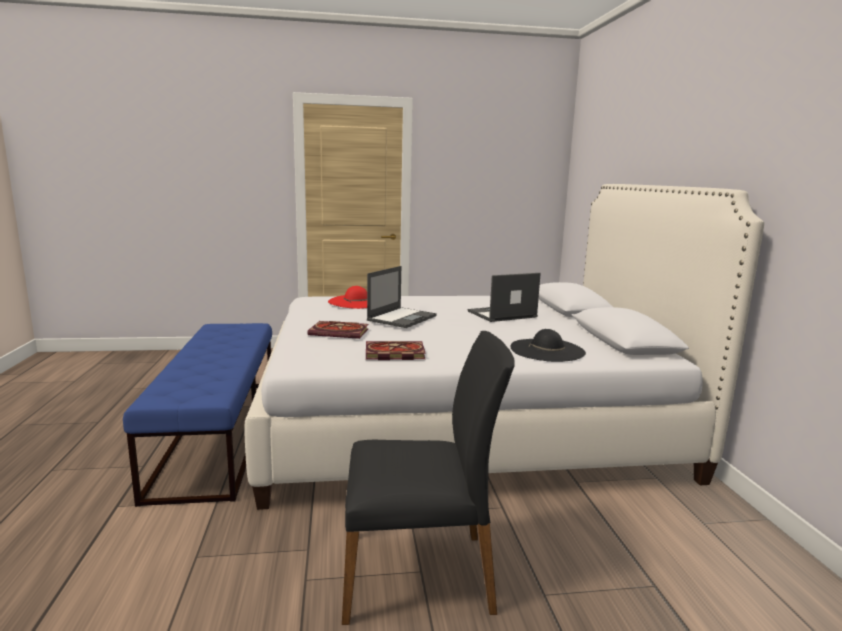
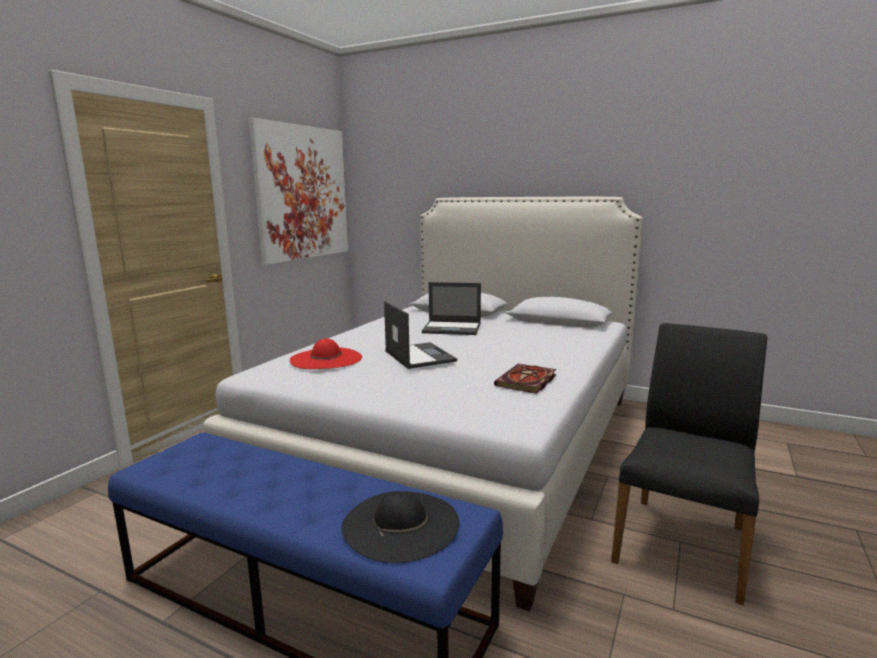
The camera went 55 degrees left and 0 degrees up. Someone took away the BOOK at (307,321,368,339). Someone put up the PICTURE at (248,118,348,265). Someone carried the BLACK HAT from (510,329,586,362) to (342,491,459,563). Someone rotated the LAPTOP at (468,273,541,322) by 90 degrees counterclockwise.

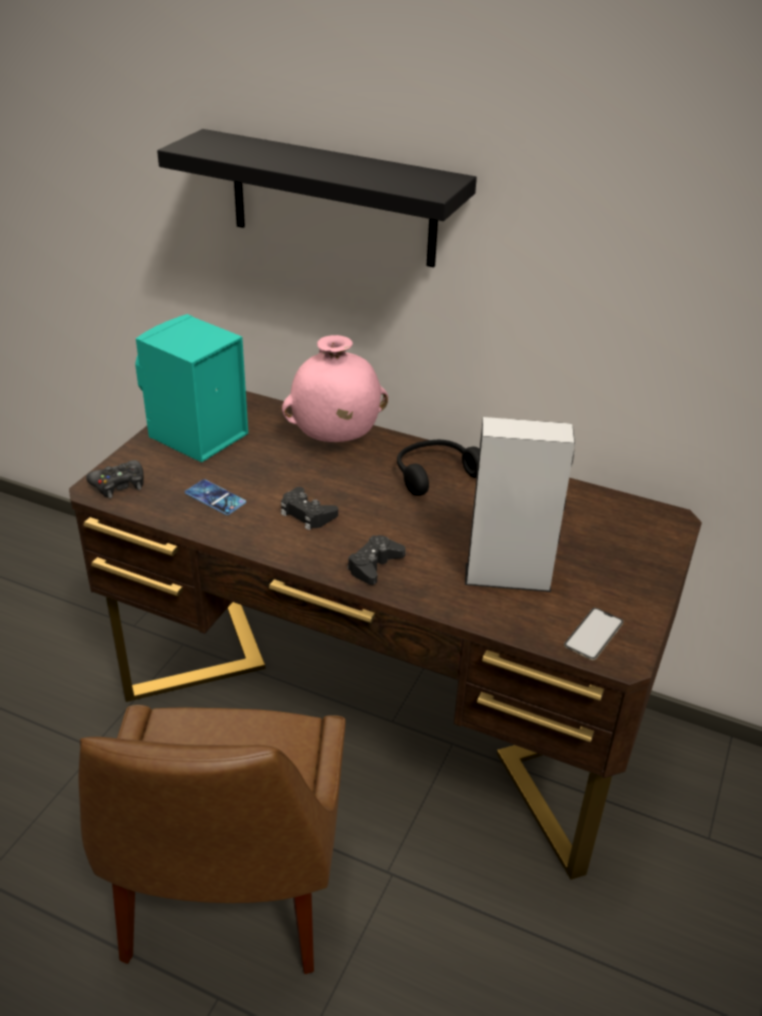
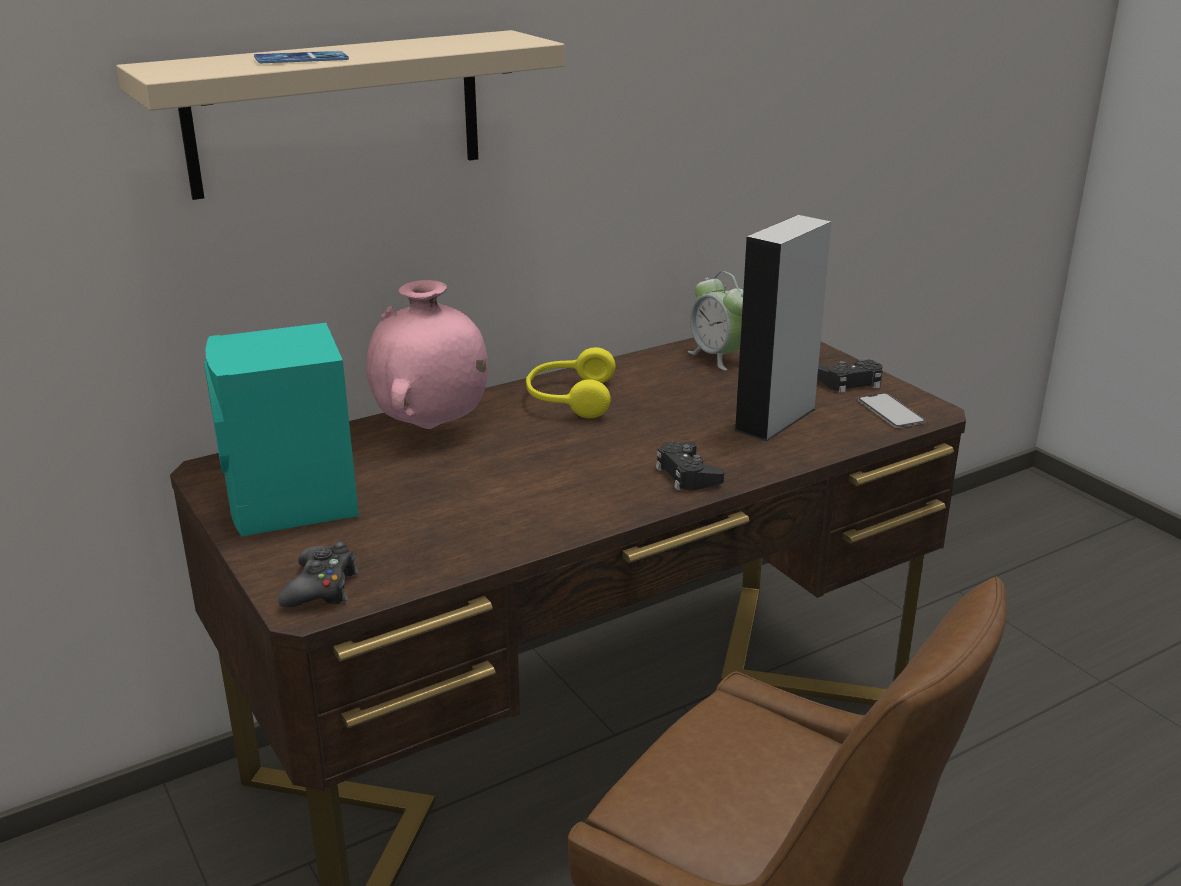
The camera went 55 degrees left and 10 degrees down. Someone put down the ALARM CLOCK at (688,271,743,371). Someone carried the PHONE from (185,479,246,515) to (254,51,349,63). Someone carried the BLACK GAME CONTROLLER from (281,487,338,530) to (817,359,882,393). Someone repainted the BLACK SHELF at (157,129,477,267), which became the BEIGE SHELF at (116,30,565,200). Someone repainted the BLACK HEADPHONES at (397,440,479,496), which became the YELLOW HEADPHONES at (526,347,615,418).

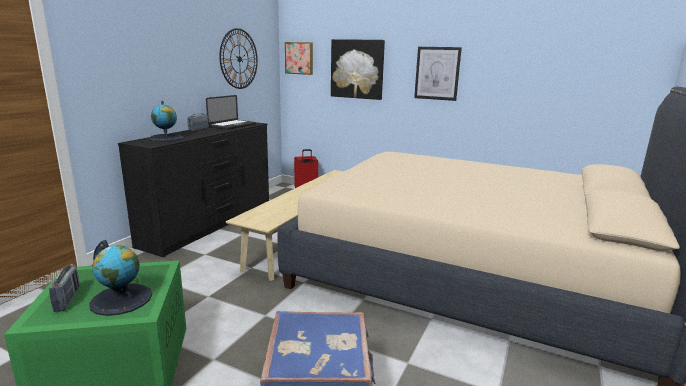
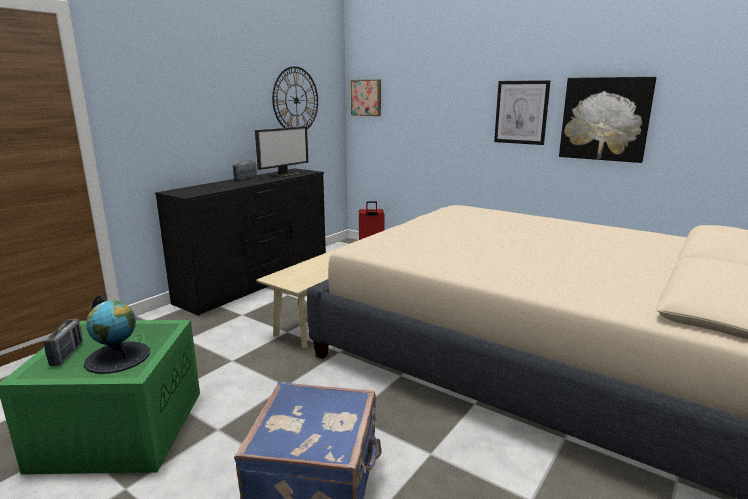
The camera went 10 degrees right and 0 degrees up. Someone took away the GLOBE at (148,101,184,142). Someone carried the PICTURE from (331,39,385,100) to (559,77,656,163). Someone swapped the LAPTOP at (206,95,256,130) for the MONITOR at (255,126,308,177).

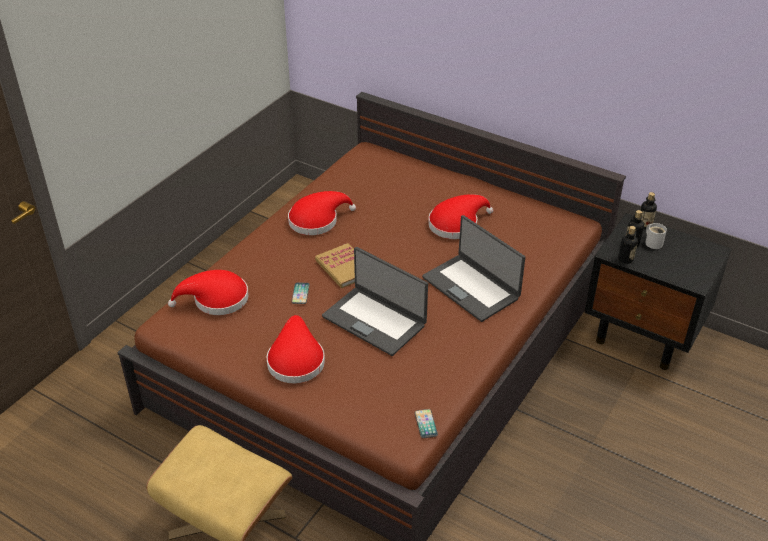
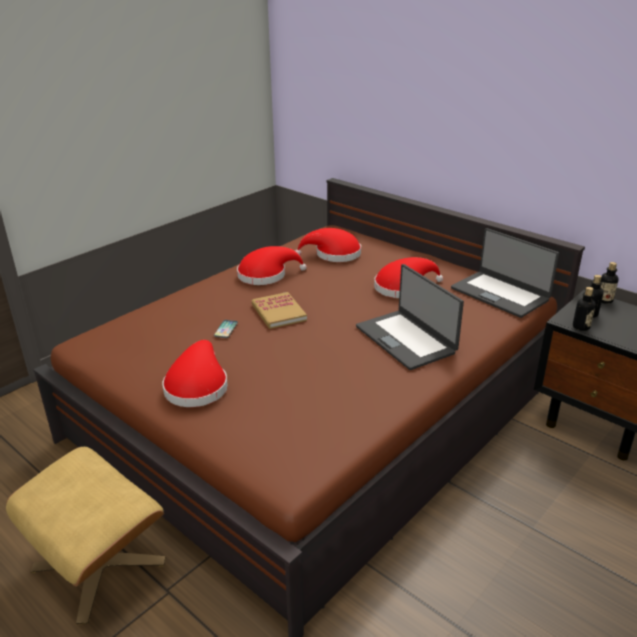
The camera went 10 degrees right and 10 degrees down. Someone took away the PHONE at (415,409,438,438). Someone took away the WHITE MUG at (645,223,667,249). Someone carried the RED HAT from (168,270,249,315) to (295,228,361,262). Someone carried the LAPTOP from (322,247,428,356) to (451,228,559,318).

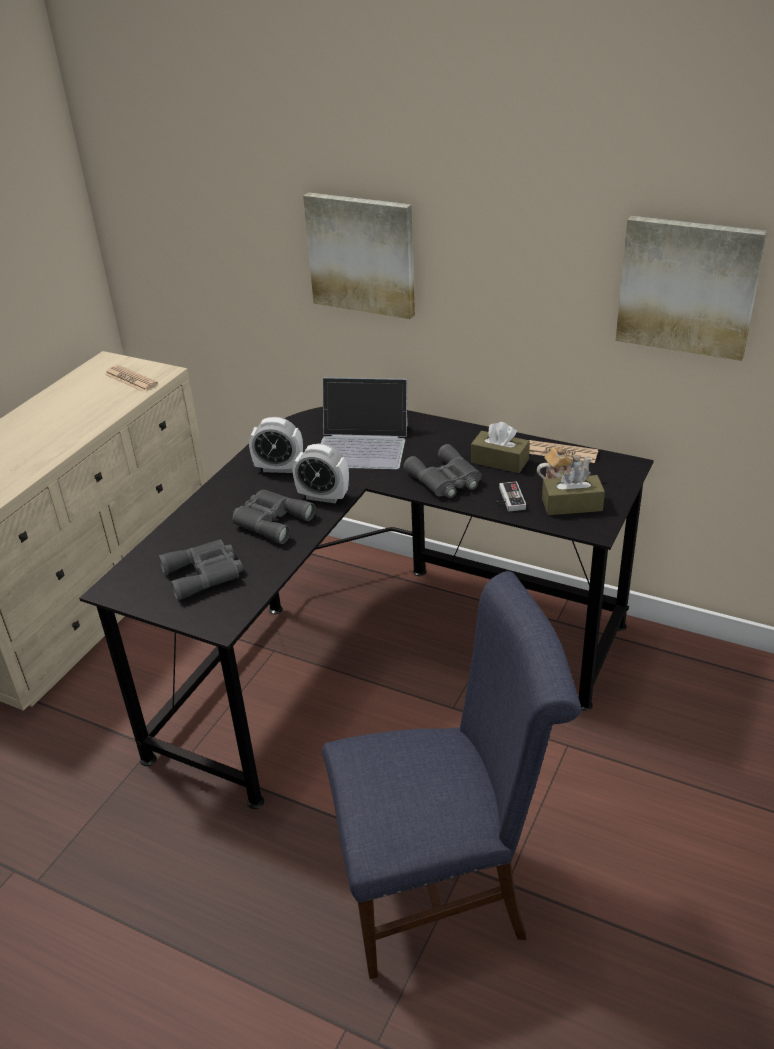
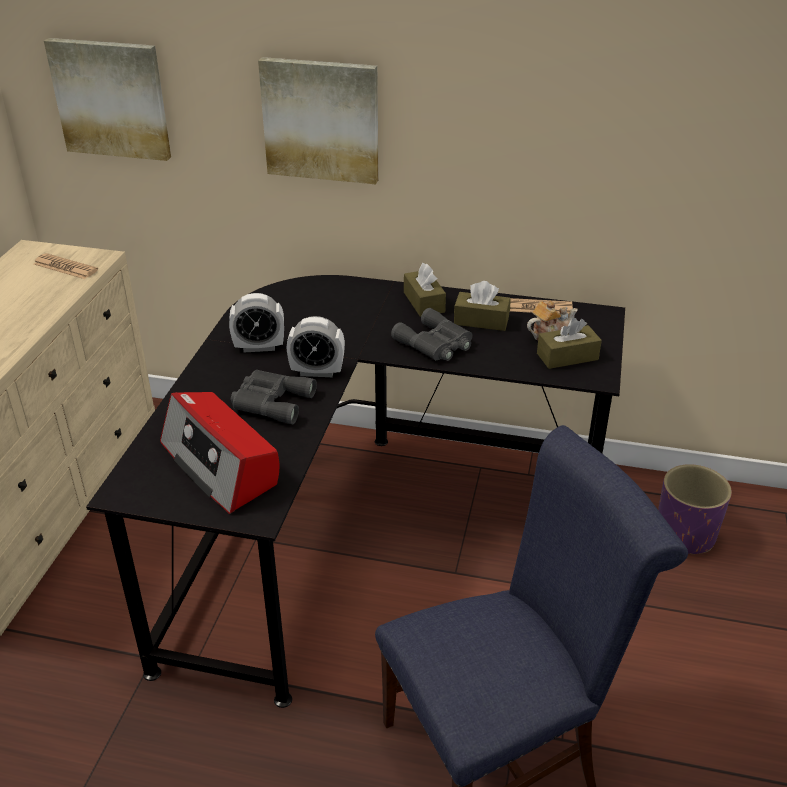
The camera went 15 degrees left and 0 degrees up. Someone took away the LAPTOP at (321,377,408,470). Someone took away the GAME CONTROLLER at (496,481,526,511). Someone put down the BROWN TISSUE BOX at (404,263,446,317). Someone put down the PURPLE PLANTER at (658,464,732,554). Someone carried the PICTURE from (616,216,767,361) to (44,38,171,161). Someone swapped the GREY BINOCULARS at (158,539,243,601) for the RADIO at (160,392,280,514).

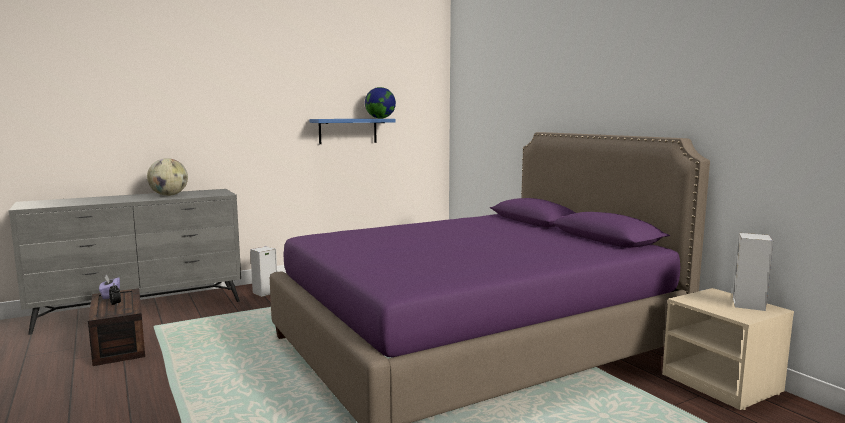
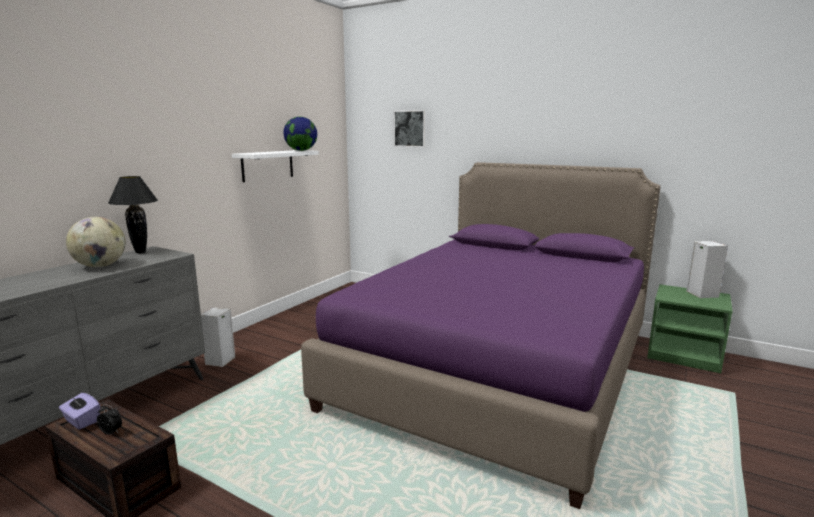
The camera went 30 degrees left and 5 degrees up. Someone put down the BLACK TABLE LAMP at (108,176,158,253). Someone put up the PICTURE at (394,110,427,147). Someone repainted the BLUE SHELF at (309,119,395,144), which became the WHITE SHELF at (232,150,319,182). Someone repainted the BEIGE NIGHTSTAND at (662,288,794,410), which became the GREEN NIGHTSTAND at (647,284,733,373).

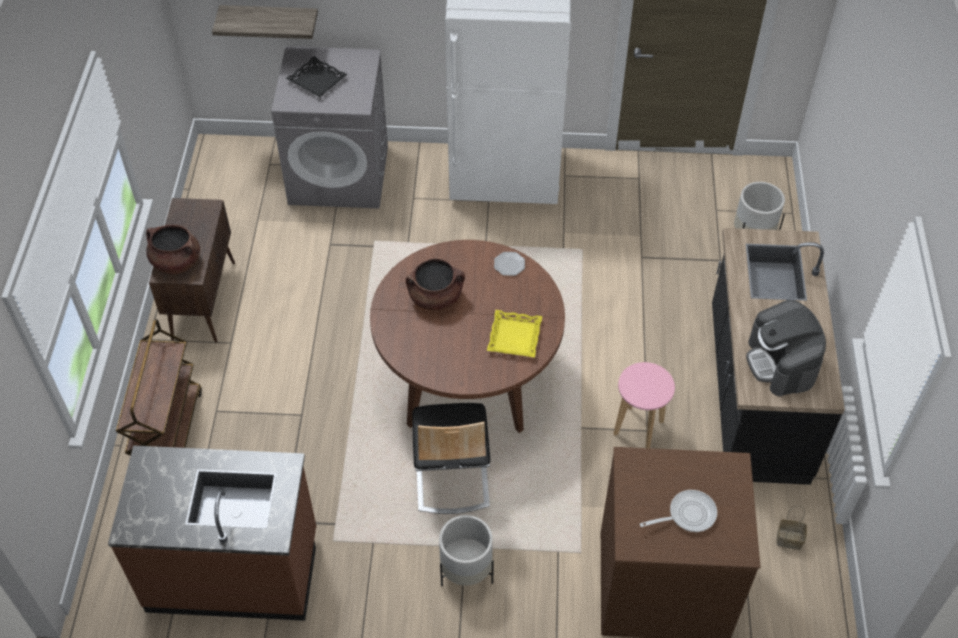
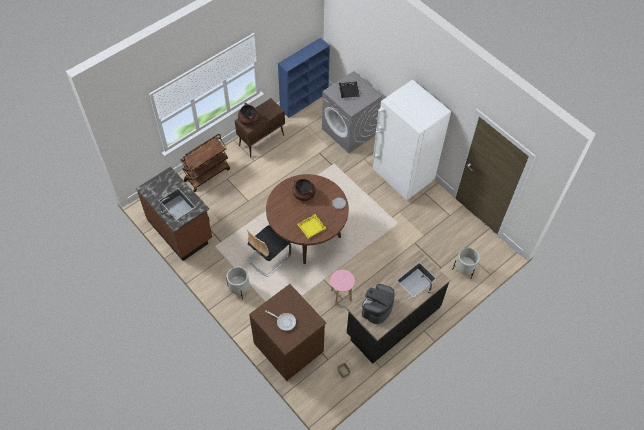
The camera went 45 degrees right and 5 degrees up. Someone took away the SHELF at (212,5,318,39). Someone put down the BLUE BOOKCASE at (278,37,330,118).

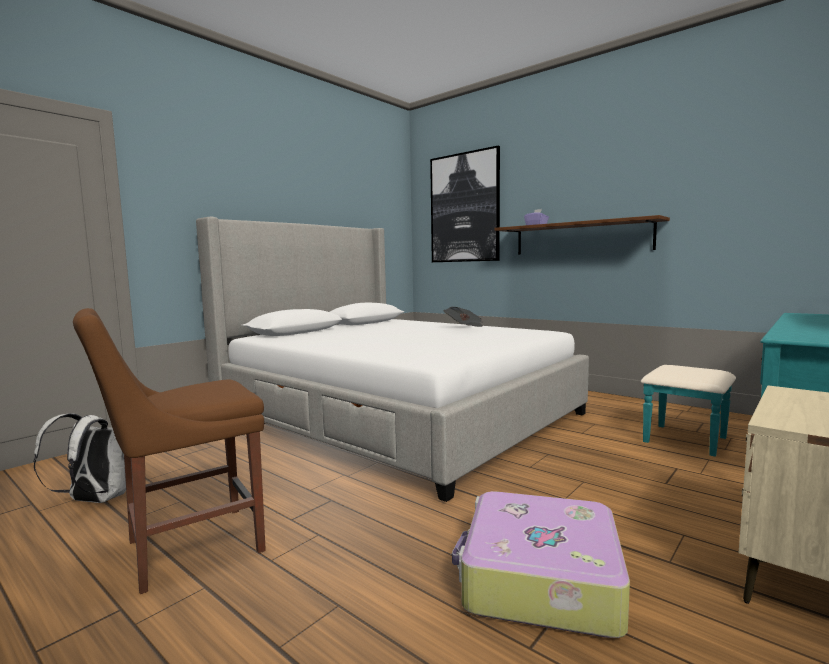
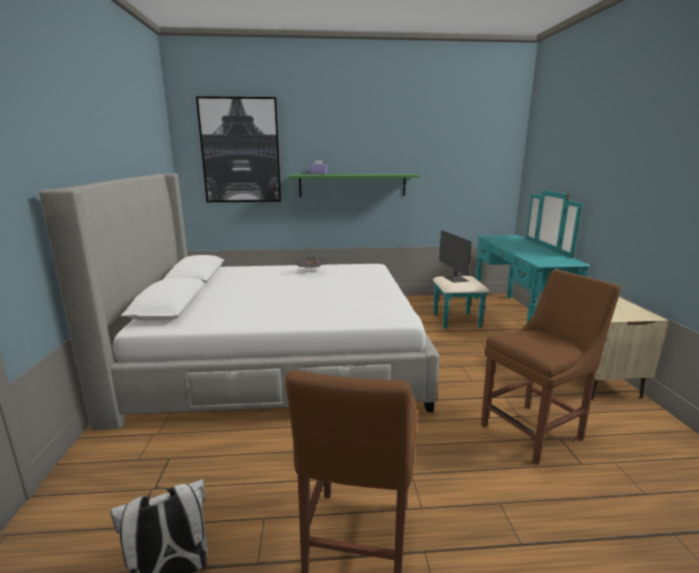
The camera went 45 degrees left and 10 degrees up. Someone put down the MONITOR at (439,230,472,283). Someone swapped the SUITCASE at (452,491,630,638) for the BROWN CHAIR at (481,269,621,465). Someone repainted the BROWN SHELF at (494,215,670,255), which became the GREEN SHELF at (289,174,420,197).

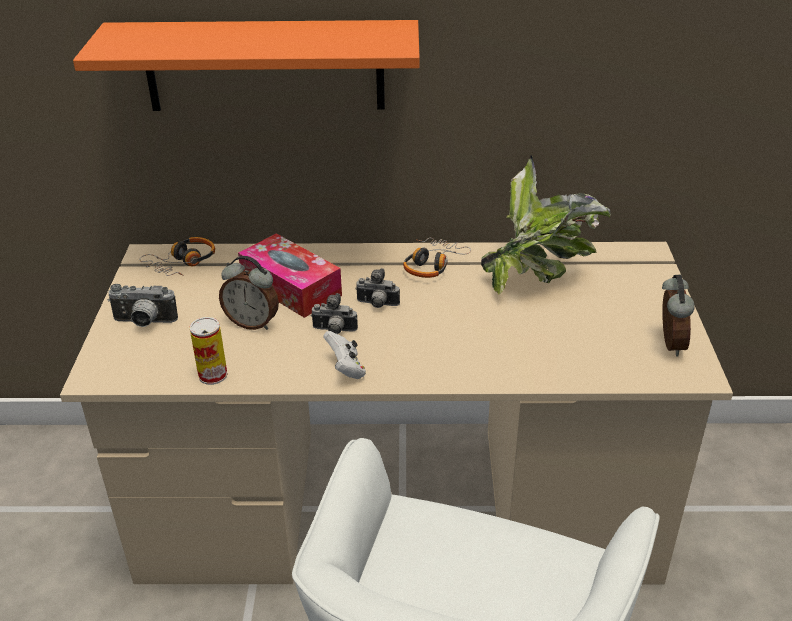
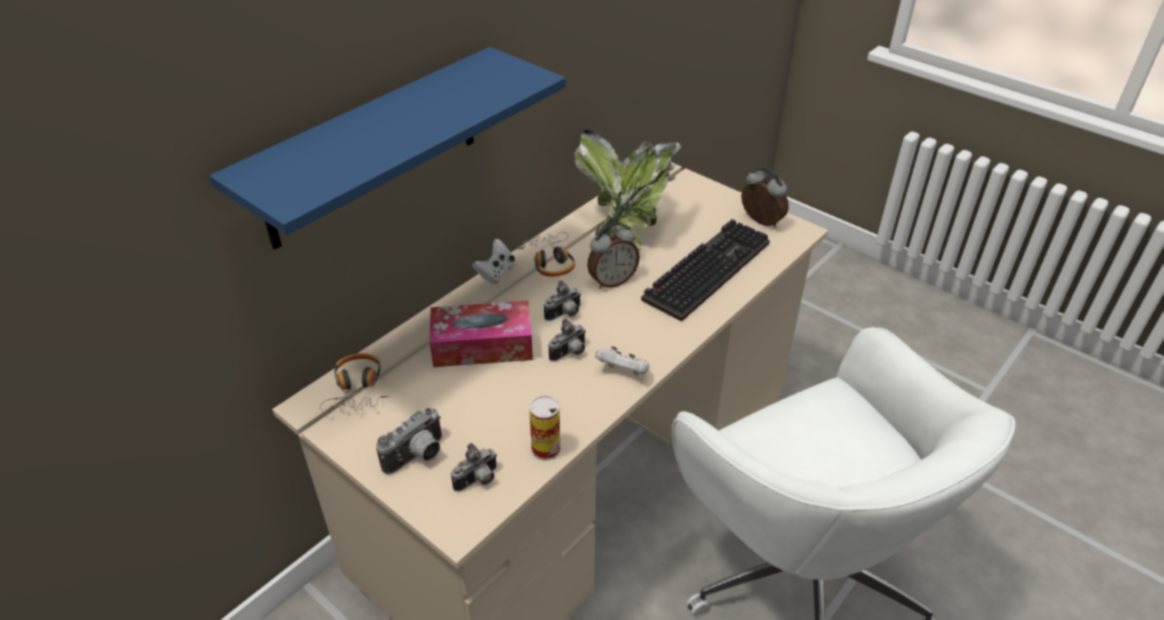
The camera went 50 degrees left and 5 degrees up. Someone put down the PHOTO CAMERA at (451,443,497,492). Someone put down the WHITE GAME CONTROLLER at (472,239,515,284). Someone put down the KEYBOARD at (641,219,770,322). Someone carried the ALARM CLOCK from (219,256,279,330) to (587,222,640,289). Someone repainted the ORANGE SHELF at (73,20,420,111), which became the BLUE SHELF at (209,47,566,250).

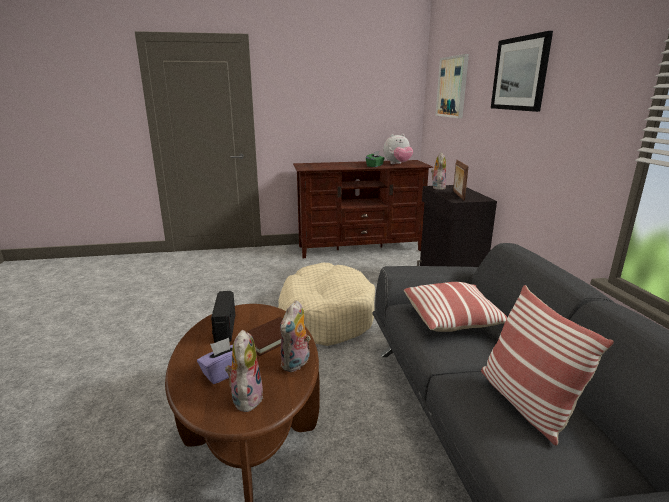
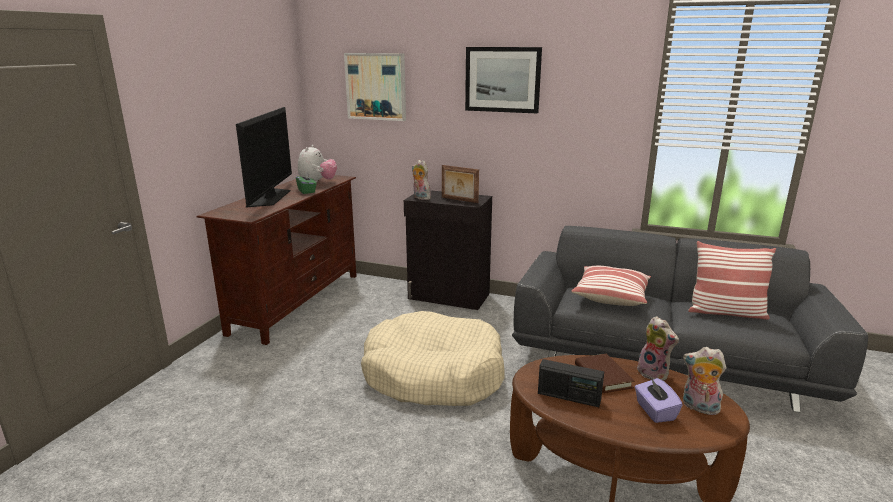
The camera went 60 degrees left and 0 degrees up. Someone put down the TELEVISION at (236,107,292,207).

